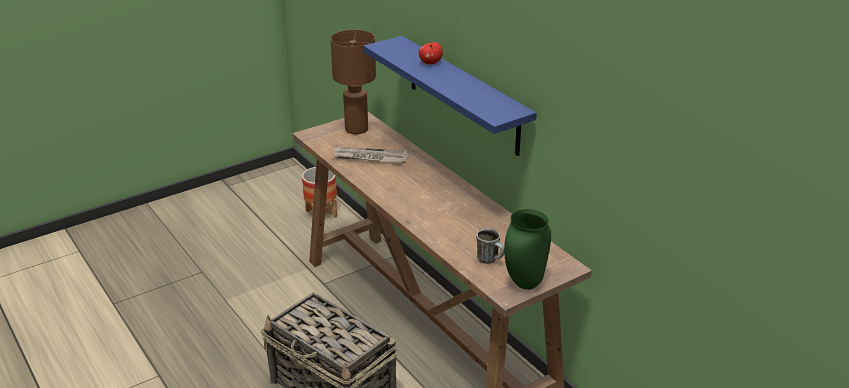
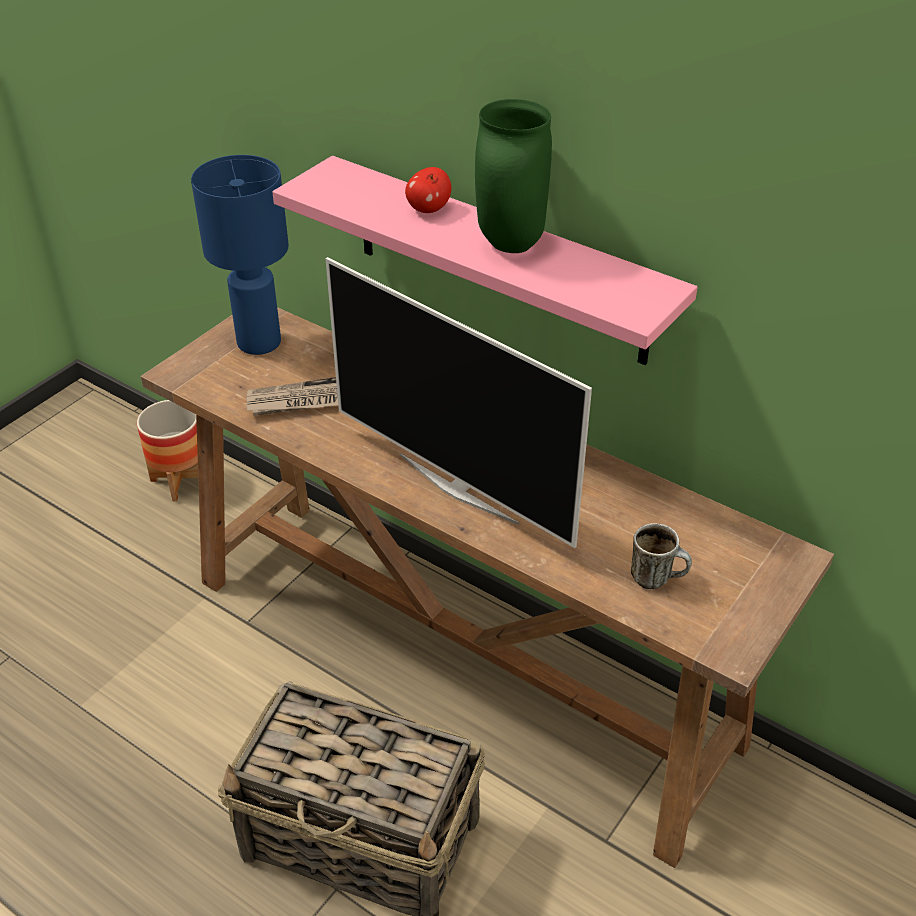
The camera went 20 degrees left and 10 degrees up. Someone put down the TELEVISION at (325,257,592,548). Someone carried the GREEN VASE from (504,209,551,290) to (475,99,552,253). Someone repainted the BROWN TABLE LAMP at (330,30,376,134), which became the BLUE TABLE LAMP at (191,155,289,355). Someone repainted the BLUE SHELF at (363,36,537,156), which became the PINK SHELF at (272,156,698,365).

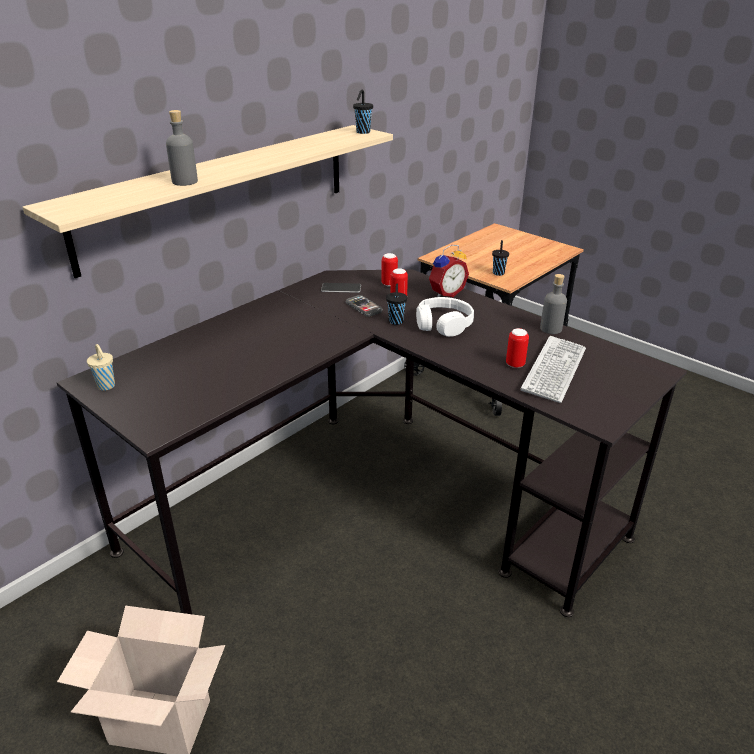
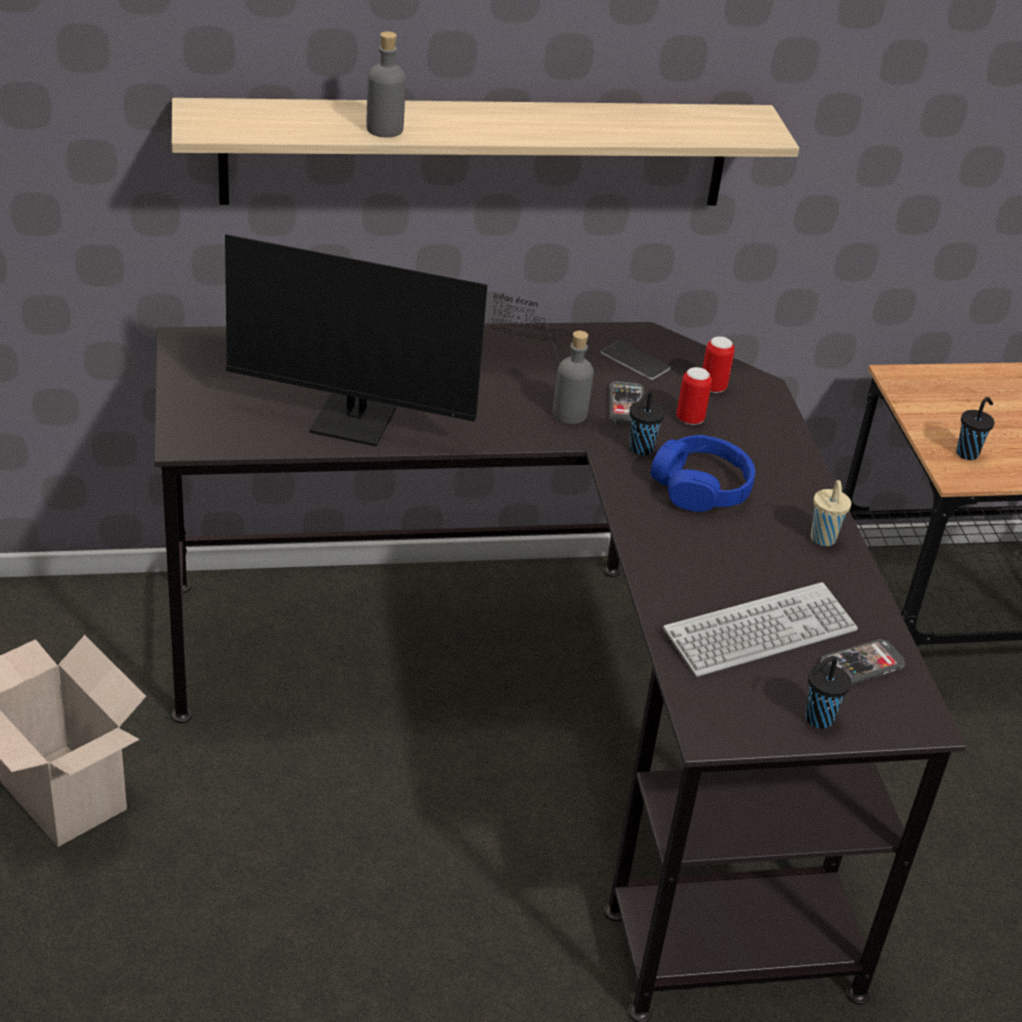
The camera went 35 degrees right and 5 degrees up. Someone took away the ALARM CLOCK at (429,245,469,297). Someone took away the CAN at (506,328,529,368). Someone put down the MONITOR at (225,234,572,446). Someone put down the PHONE at (821,639,905,685). Someone carried the BEIGE CUP from (87,344,115,391) to (811,480,851,546). Someone carried the BLACK CUP from (353,90,373,134) to (805,656,852,729). Someone carried the GREY BOTTLE from (540,274,567,334) to (553,331,594,424). Someone repainted the WHITE HEADPHONES at (416,297,474,337), which became the BLUE HEADPHONES at (651,435,755,512).

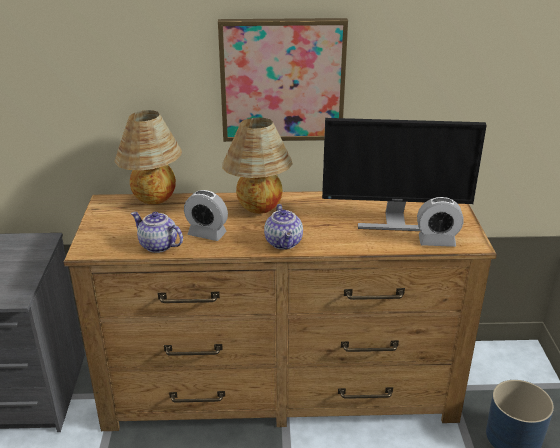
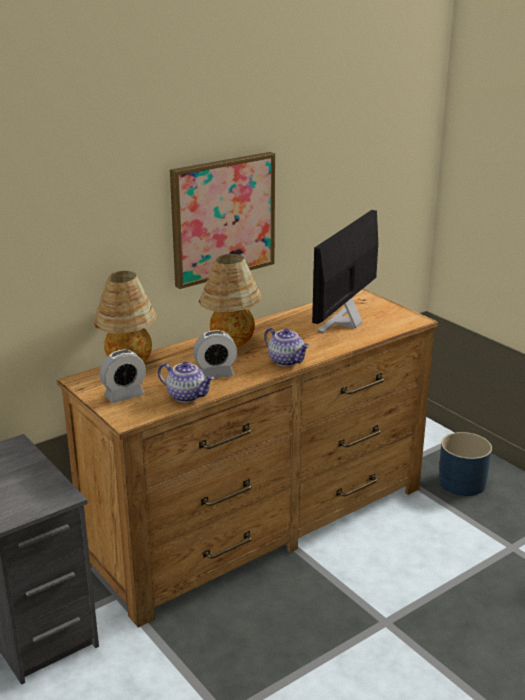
The camera went 35 degrees left and 5 degrees down. Someone carried the ALARM CLOCK from (417,197,464,247) to (100,349,146,403). Someone rotated the TEAPOT at (131,212,183,253) by 150 degrees counterclockwise. Someone rotated the MONITOR at (322,118,487,231) by 150 degrees clockwise.

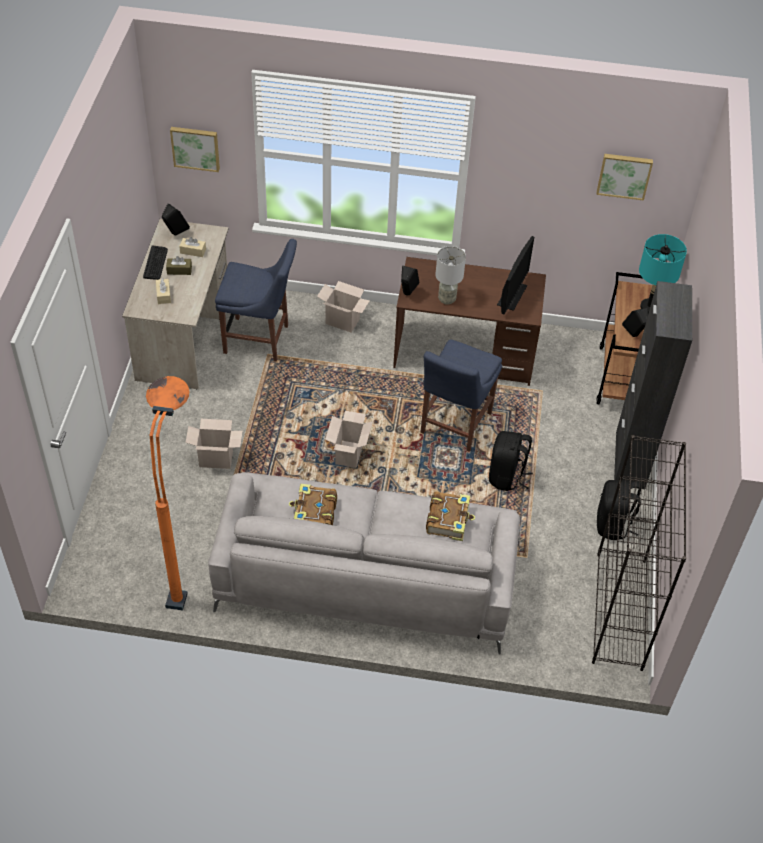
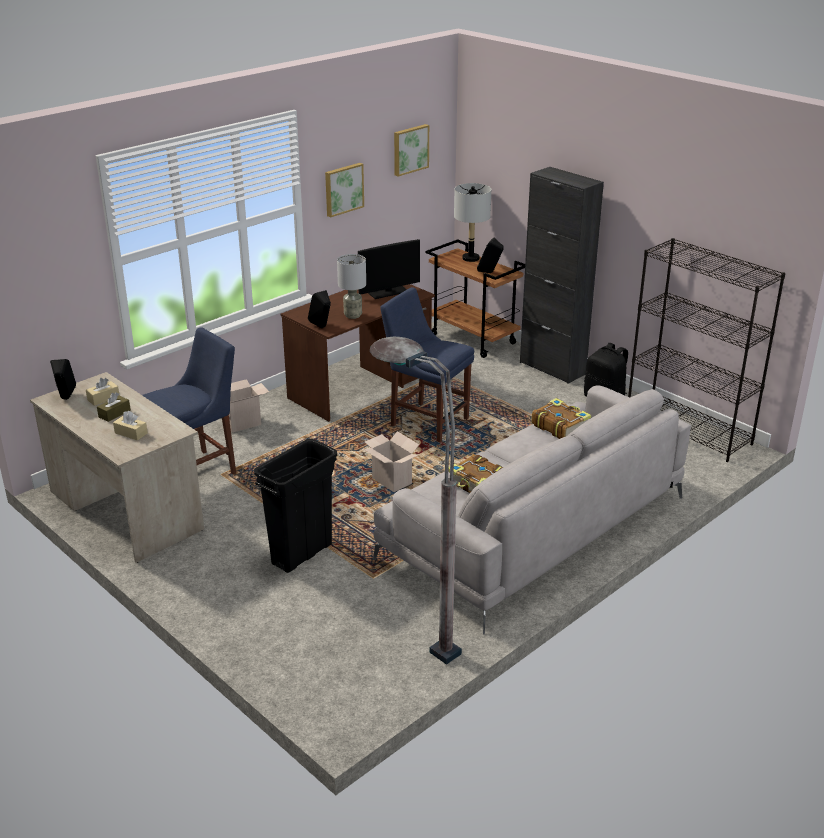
The camera went 50 degrees left and 20 degrees down. Someone took away the KEYBOARD at (143,245,168,280). Someone took away the BLACK BACKPACK at (489,431,533,491). Someone carried the PICTURE from (170,127,220,172) to (325,163,364,218). Someone swapped the CARDBOARD BOX at (185,419,243,469) for the BLACK TRASH CAN at (254,439,337,573). Someone repainted the ORANGE FLOOR LAMP at (146,376,190,611), which became the GREY FLOOR LAMP at (370,337,462,665). Someone repainted the TURQUOISE TABLE LAMP at (639,234,687,313), which became the GREY TABLE LAMP at (454,183,491,262). Someone rotated the BLUE CHAIR at (420,340,502,452) by 150 degrees clockwise. Someone rotated the MONITOR at (497,236,534,315) by 90 degrees clockwise.

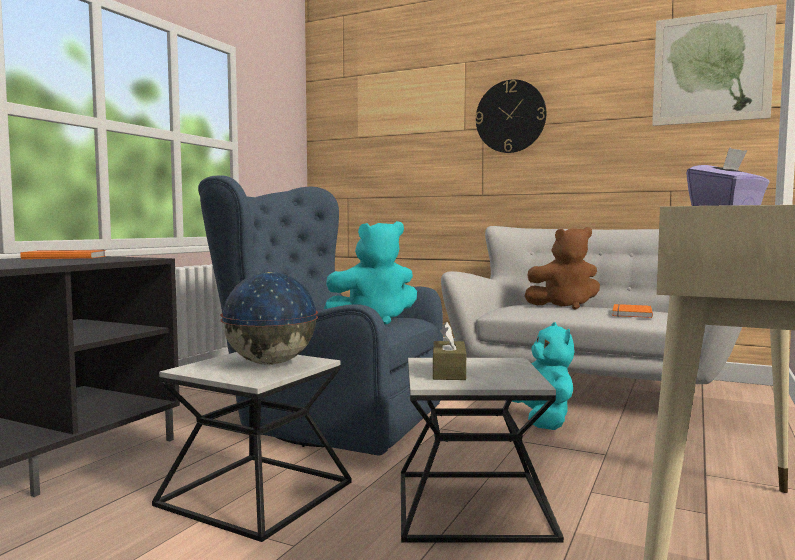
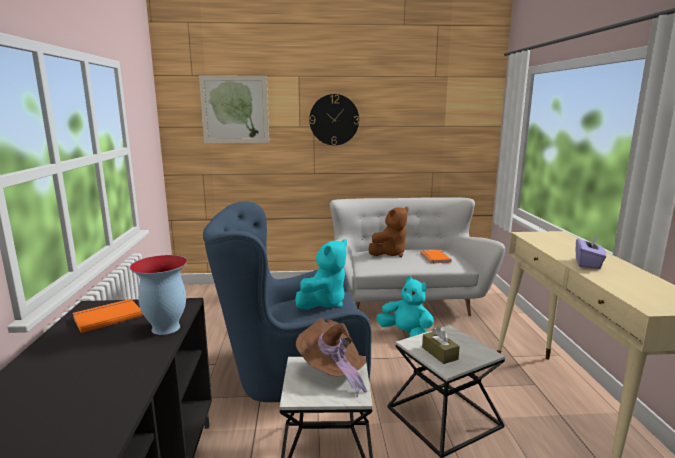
The camera went 30 degrees left and 10 degrees up. Someone put down the VASE at (129,255,187,335). Someone carried the PICTURE from (652,5,777,126) to (199,75,269,143). Someone swapped the GLOBE at (220,272,318,365) for the BROWN HAT at (296,318,367,397).

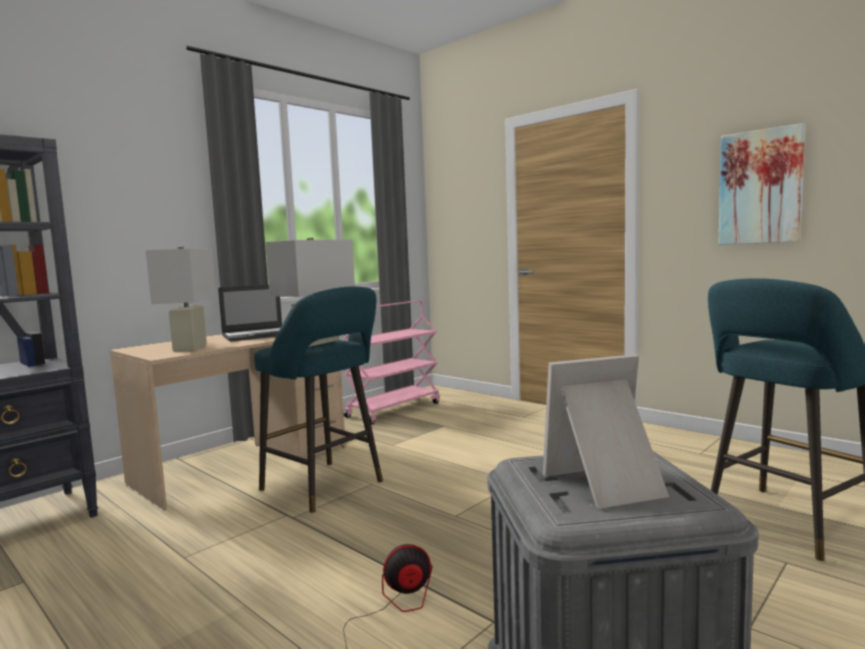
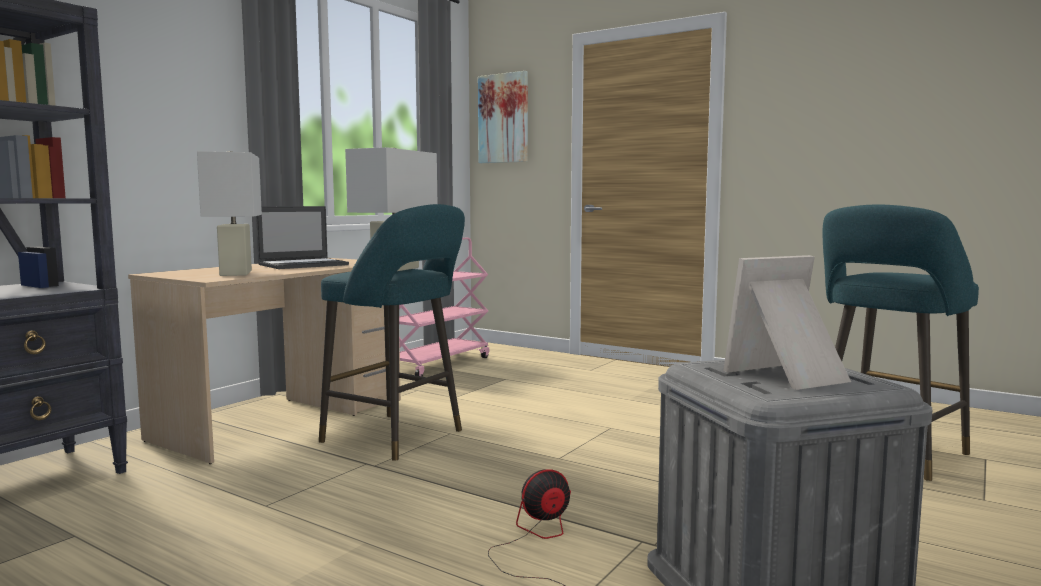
The camera went 10 degrees left and 0 degrees up. Someone carried the PICTURE from (719,123,806,244) to (478,71,528,163).

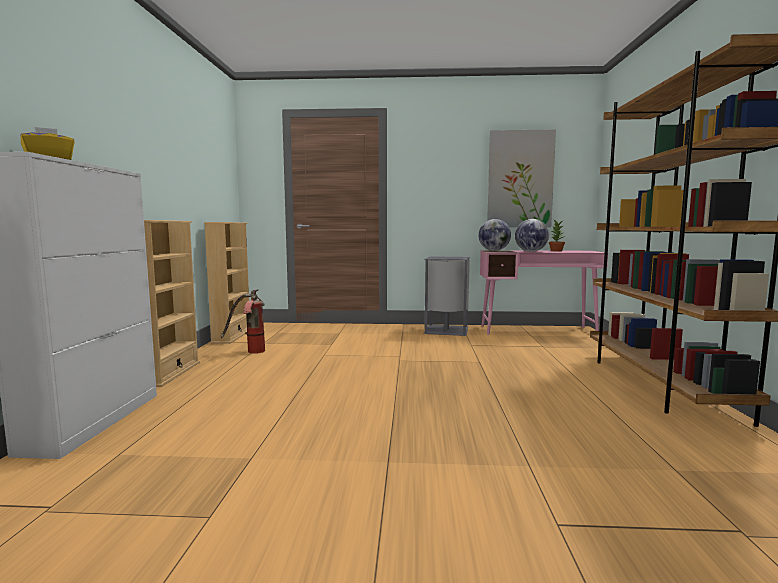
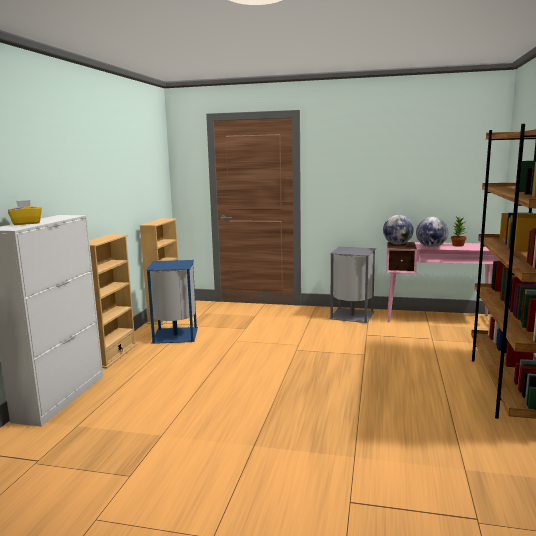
The camera went 10 degrees right and 5 degrees up. Someone took away the PICTURE at (487,130,556,227). Someone swapped the FIRE EXTINGUISHER at (221,289,265,354) for the BLUE TRASH CAN at (145,260,198,344).

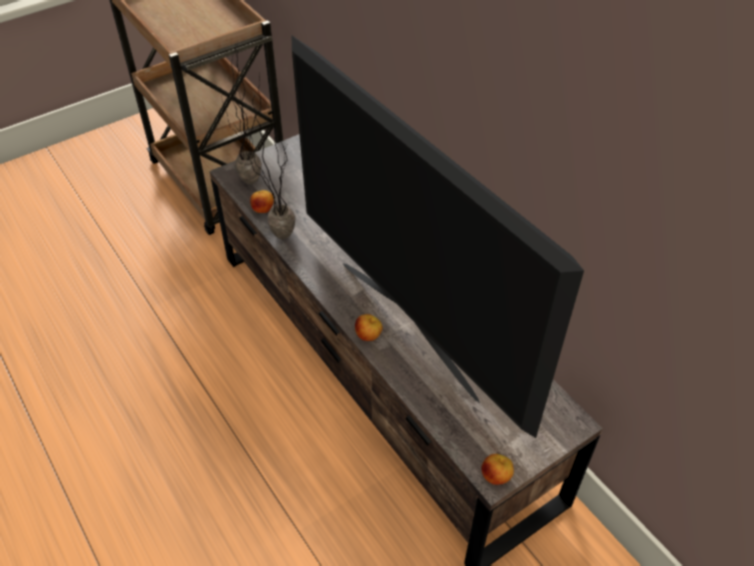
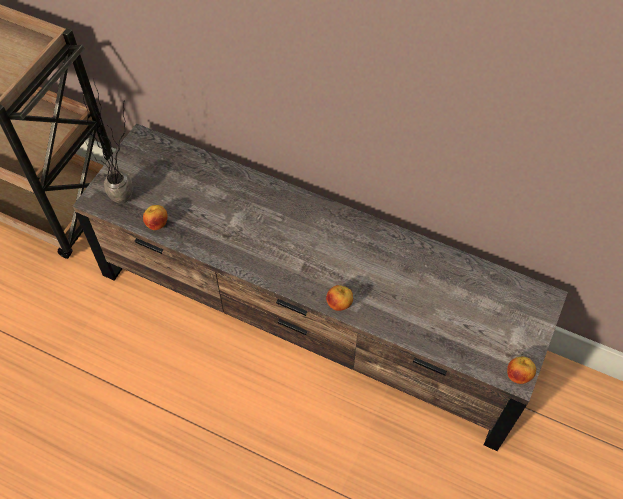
The camera went 30 degrees left and 10 degrees up. Someone took away the POTTED PLANT at (235,96,295,239). Someone took away the TELEVISION at (291,35,584,438).

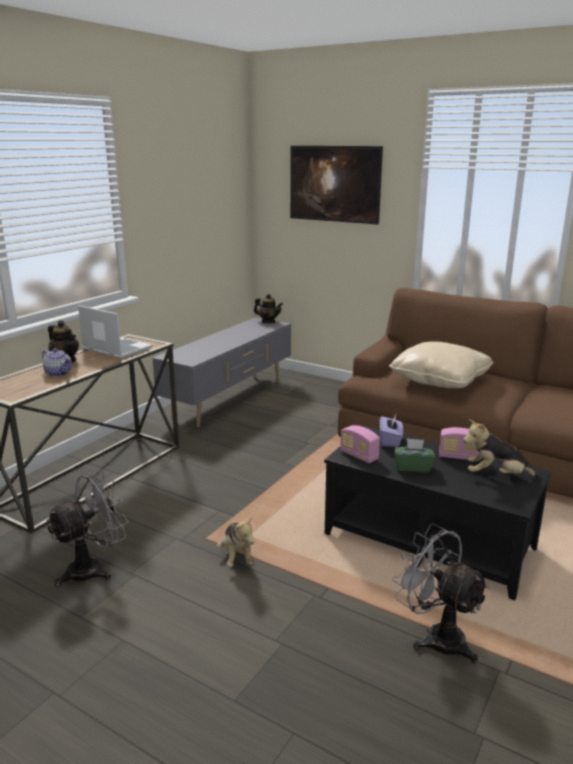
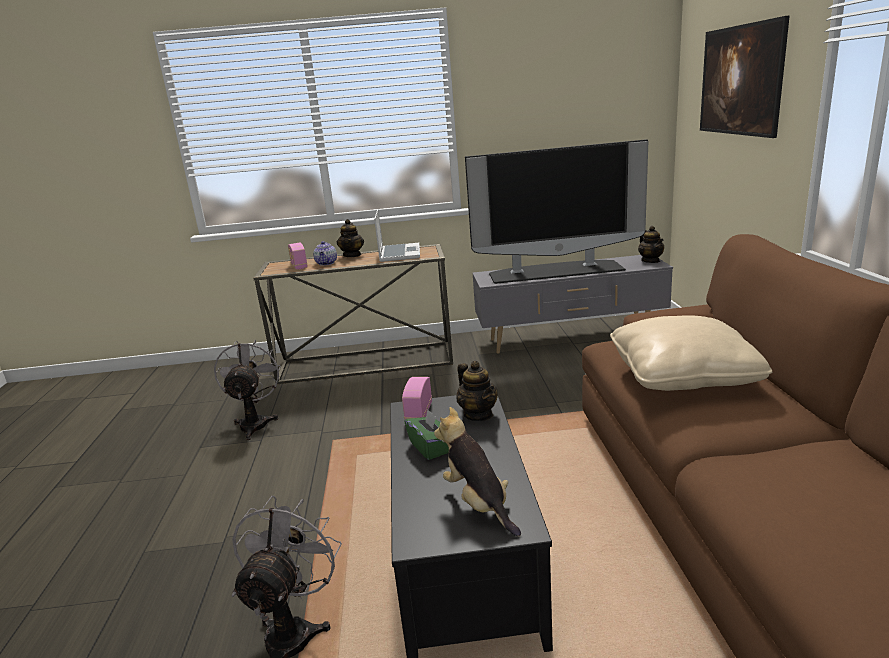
The camera went 55 degrees right and 0 degrees up. Someone took away the PLUSH TOY at (216,516,254,567). Someone put down the TELEVISION at (465,139,648,284). Someone carried the RADIO from (439,427,478,460) to (288,243,308,270). Someone swapped the PURPLE TISSUE BOX at (380,415,403,447) for the TEAPOT at (456,361,498,421). Someone rotated the GREY FAN at (46,471,128,587) by 105 degrees counterclockwise.

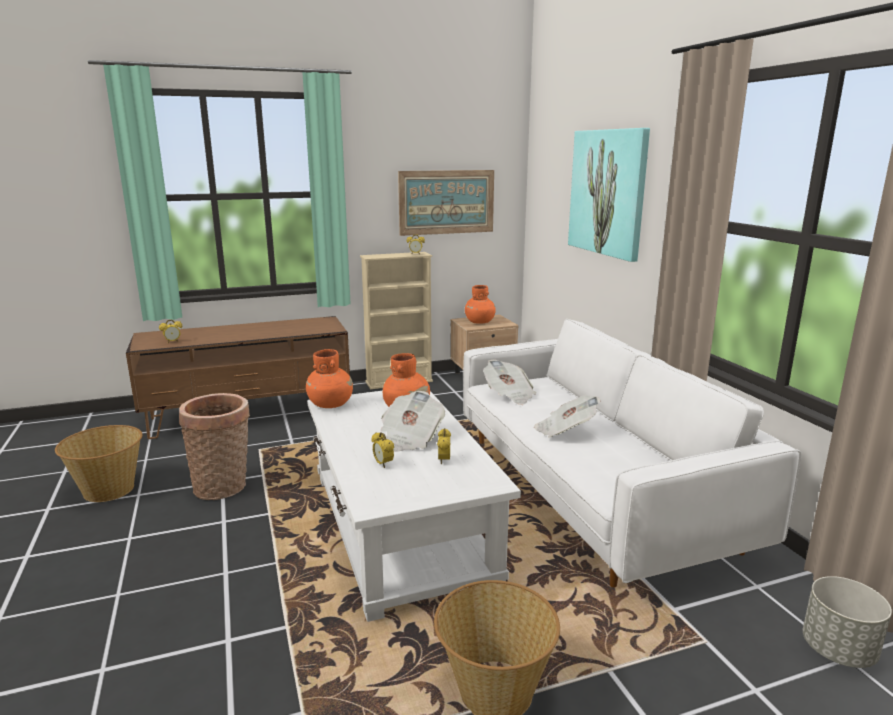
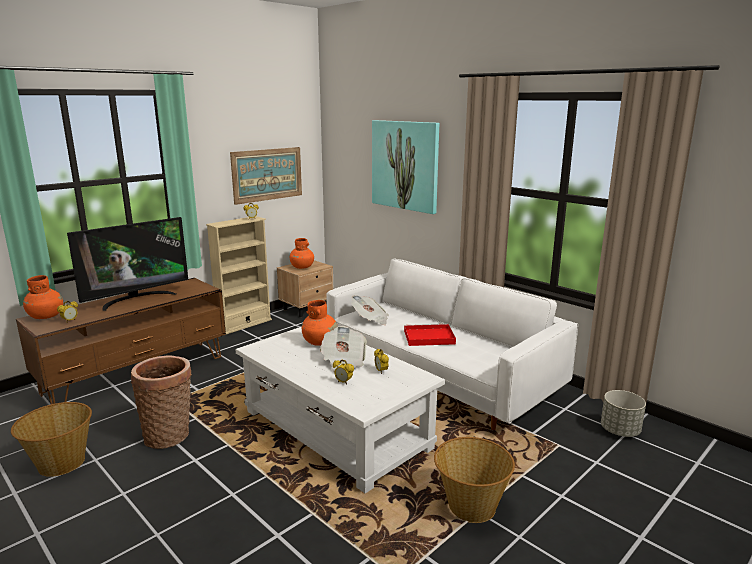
The camera went 25 degrees left and 0 degrees up. Someone put down the TELEVISION at (67,217,188,311). Someone carried the ORANGE VASE from (306,349,353,408) to (23,275,63,319). Someone swapped the NEWSPAPER at (534,395,601,438) for the RED TRAY at (404,324,456,346).

